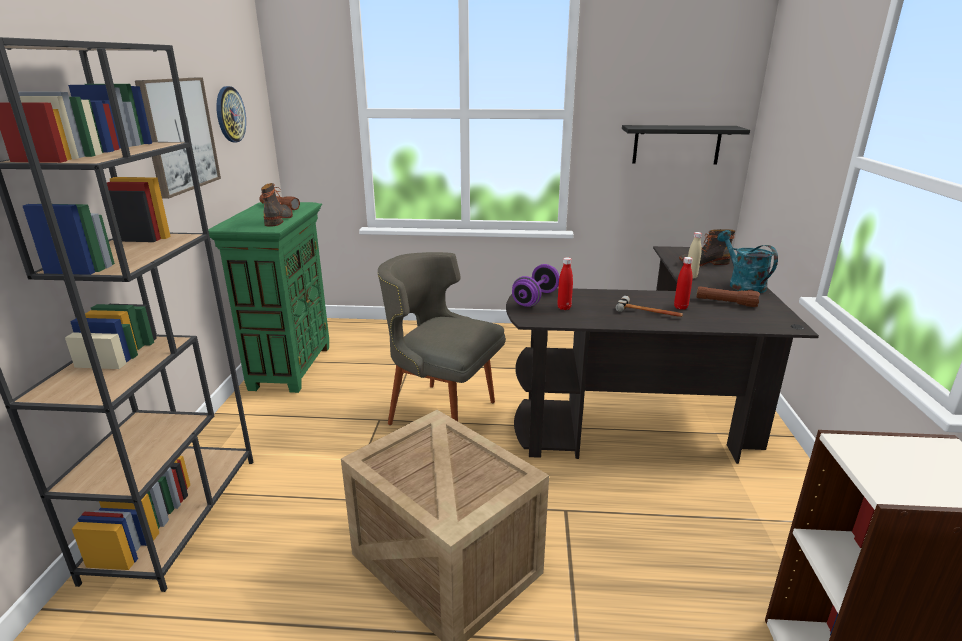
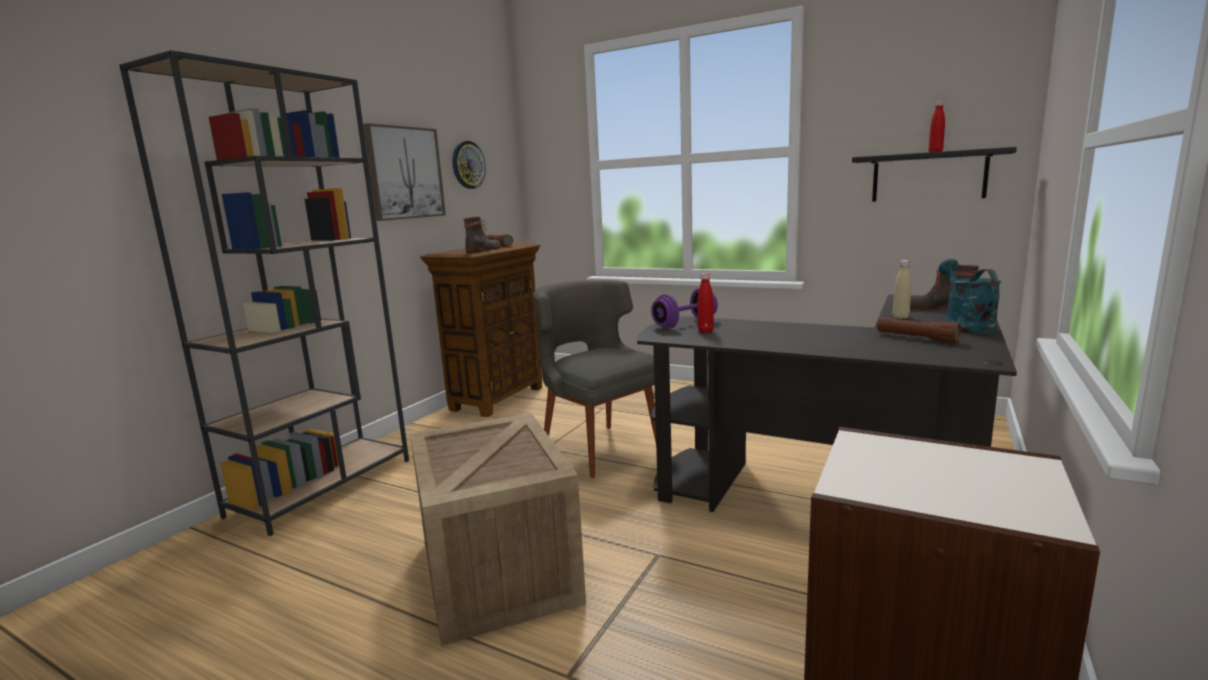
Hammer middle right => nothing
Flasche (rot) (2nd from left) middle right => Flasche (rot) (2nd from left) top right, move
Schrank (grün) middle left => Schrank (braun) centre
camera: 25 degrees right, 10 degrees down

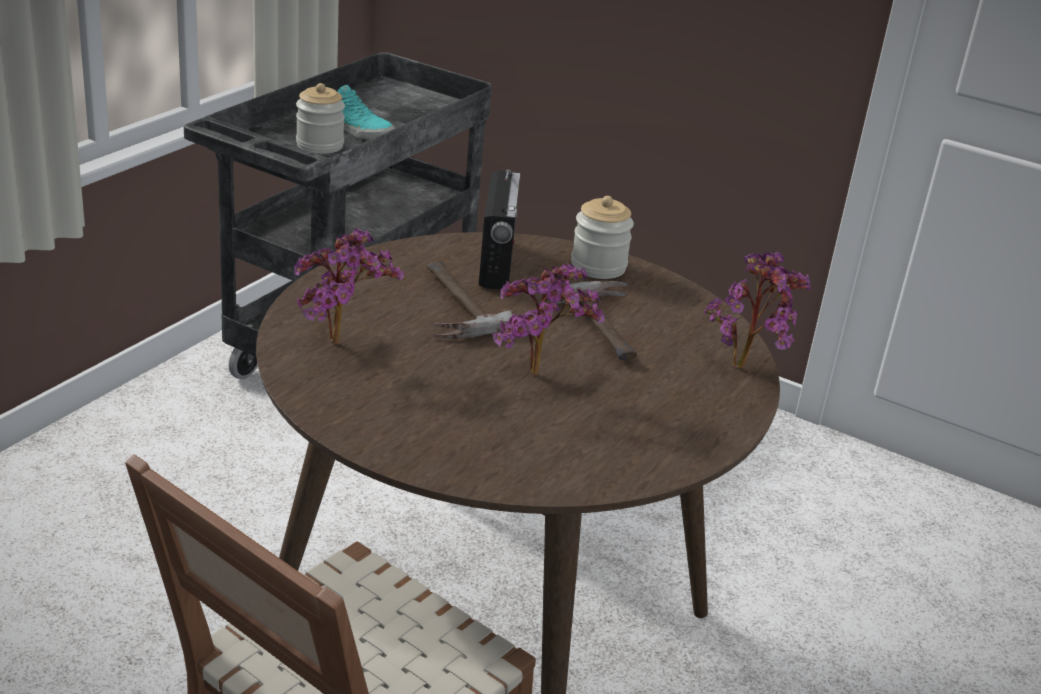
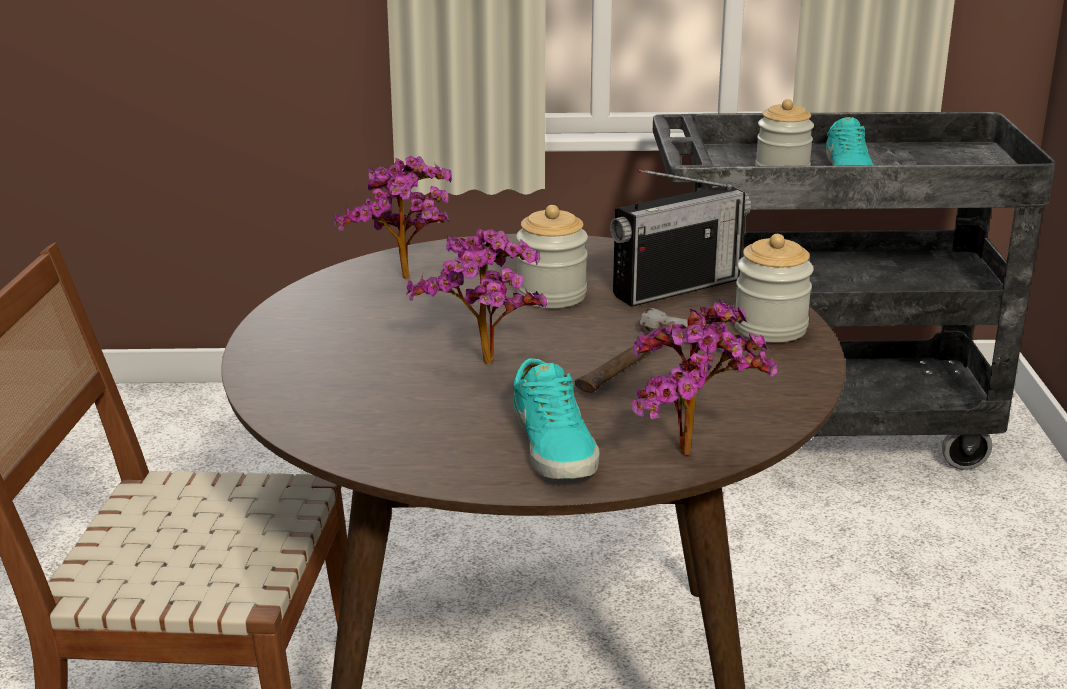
nothing => Schuh (türkis) (1st from left) centre
Hammer (1st from left) centre => Vorratsglas (1st from left) centre
camera: 60 degrees right, 5 degrees down

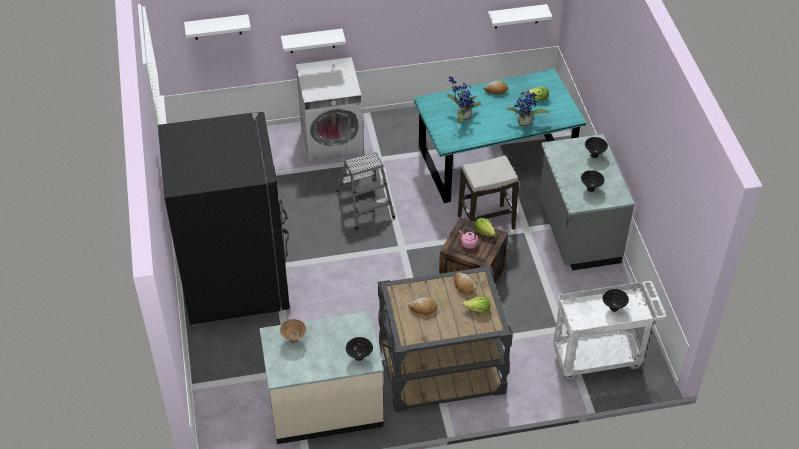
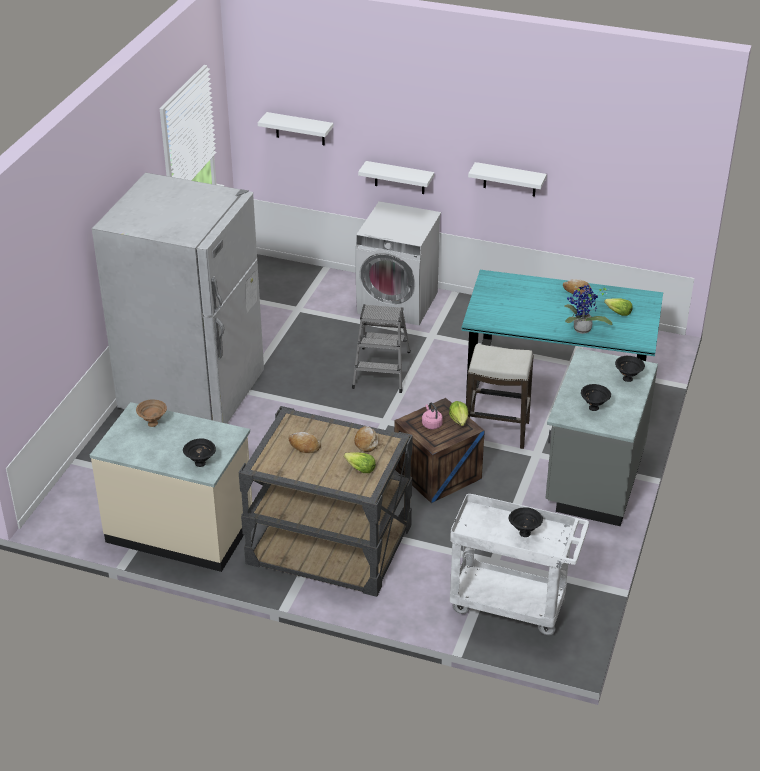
Topfpflanze (1st from left) top centre => nothing
Wandregal (weiß) (3rd from left) top centre => Wandregal (weiß) (3rd from left) top right, move
Kühlschrank (schwarz) middle left => Kühlschrank (weiß) middle left
camera: 30 degrees right, 10 degrees down

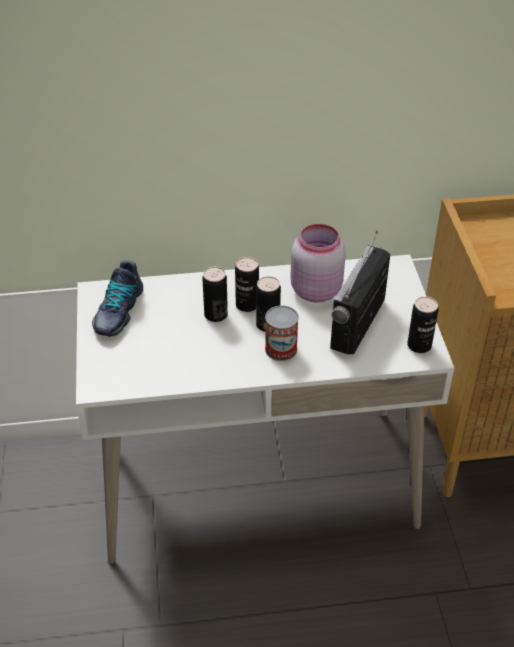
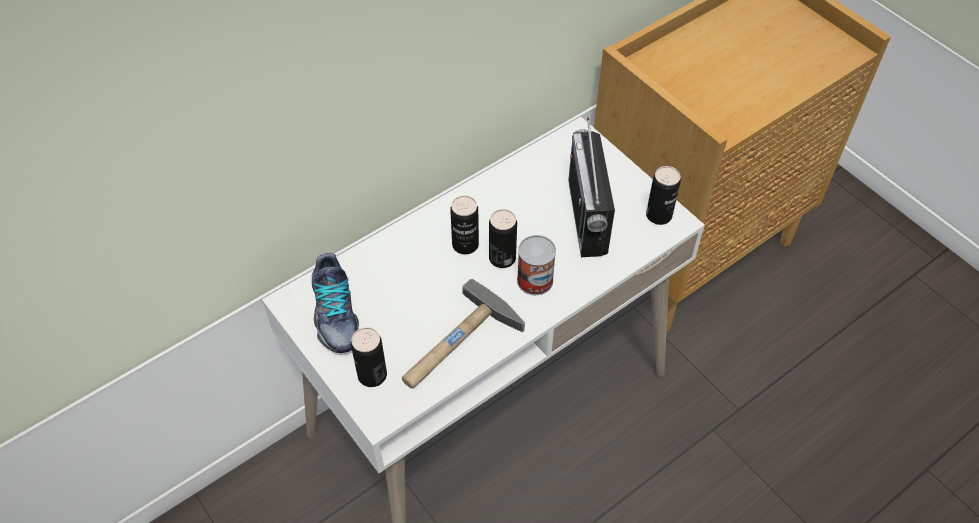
Vorratsglas (rosa) centre => nothing
nothing => Hammer centre
Dose (1st from left) centre => Dose (1st from left) bottom centre, move
camera: 30 degrees left, 10 degrees up

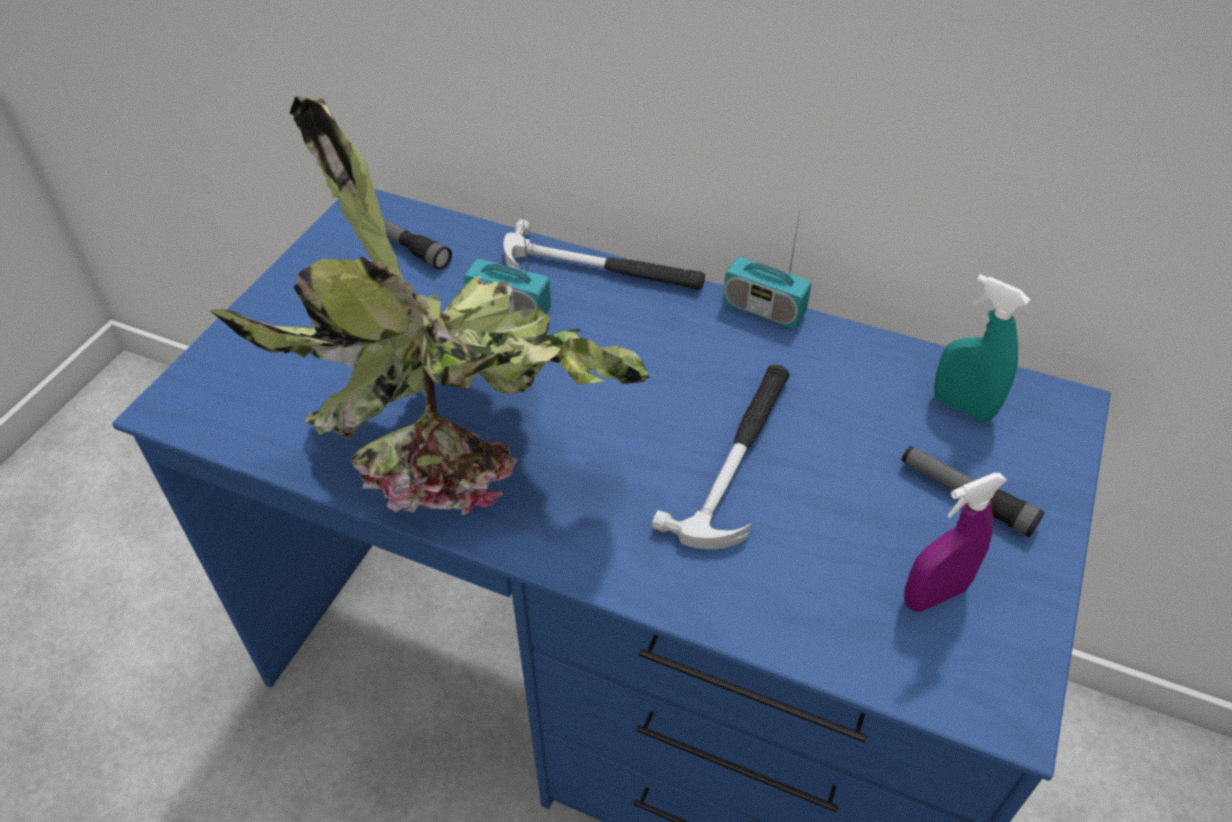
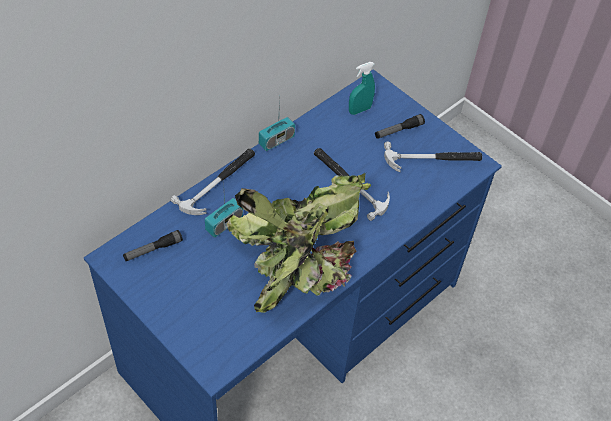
Sprühflasche (lila) middle right => Hammer (3rd from left) middle right
camera: 70 degrees left, 5 degrees up

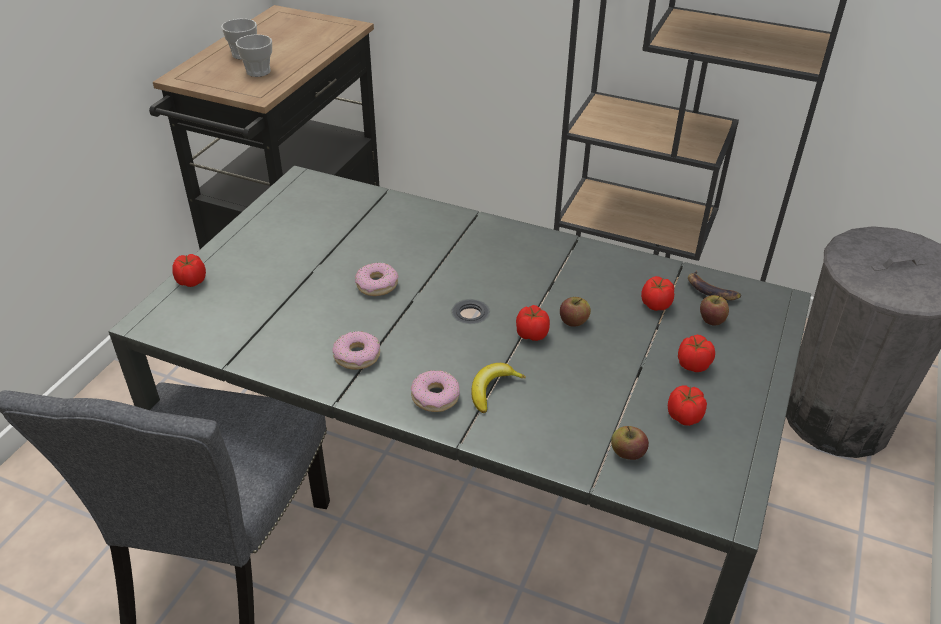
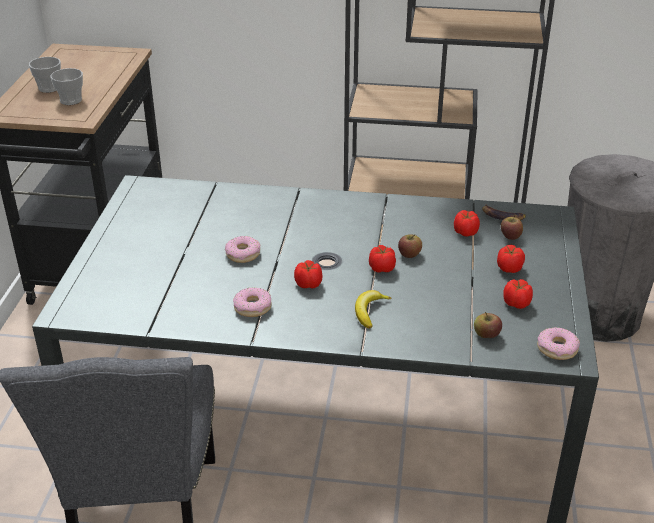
Tomate (1st from left) middle left => Tomate (1st from left) centre, move
Donut (3rd from left) centre => Donut (3rd from left) middle right, move
camera: 15 degrees left, 5 degrees down

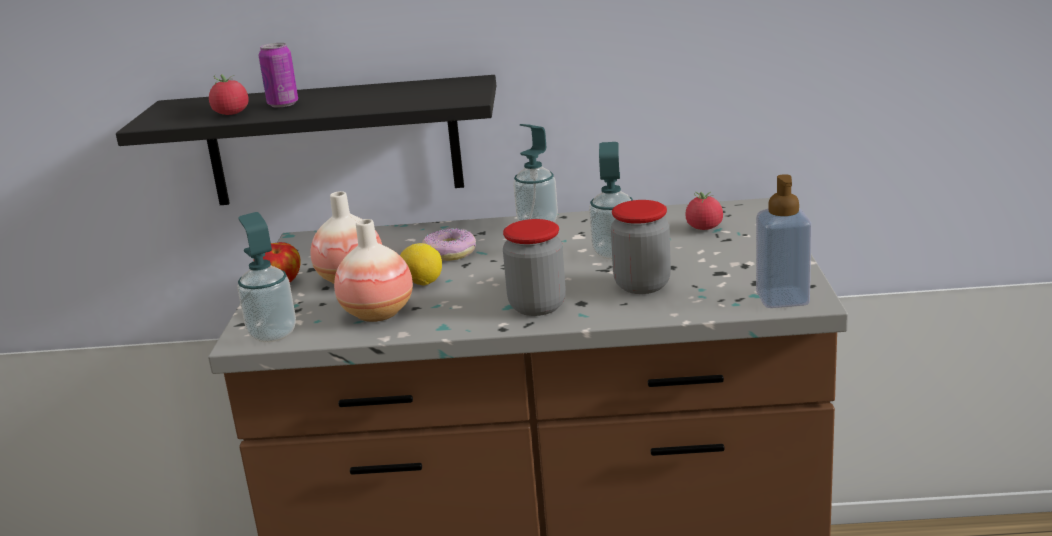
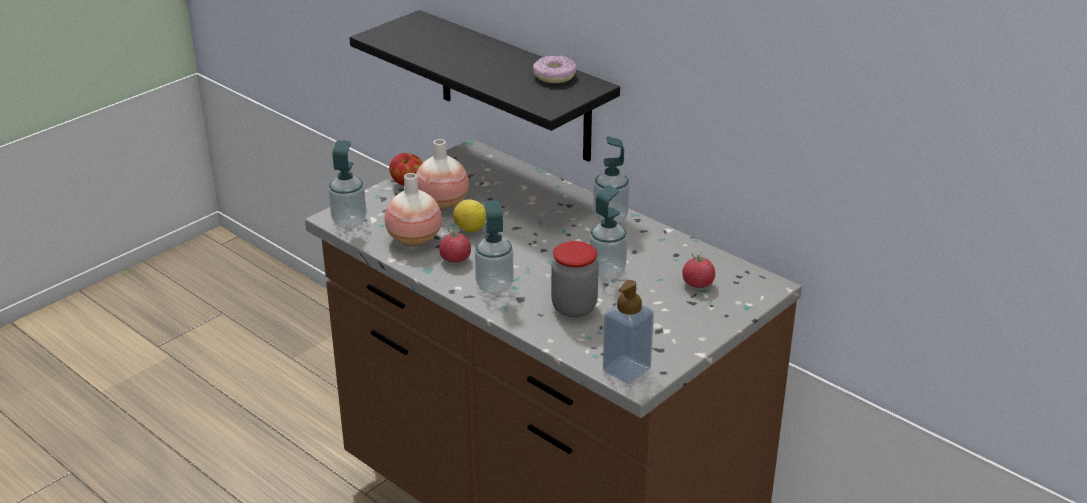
Dose top left => nothing
Tomate (1st from left) top left => Tomate (1st from left) centre, move
Donut centre => Donut top centre, move
Vorratsglas (1st from left) centre => Seifenspender (2nd from left) centre
camera: 40 degrees right, 10 degrees up

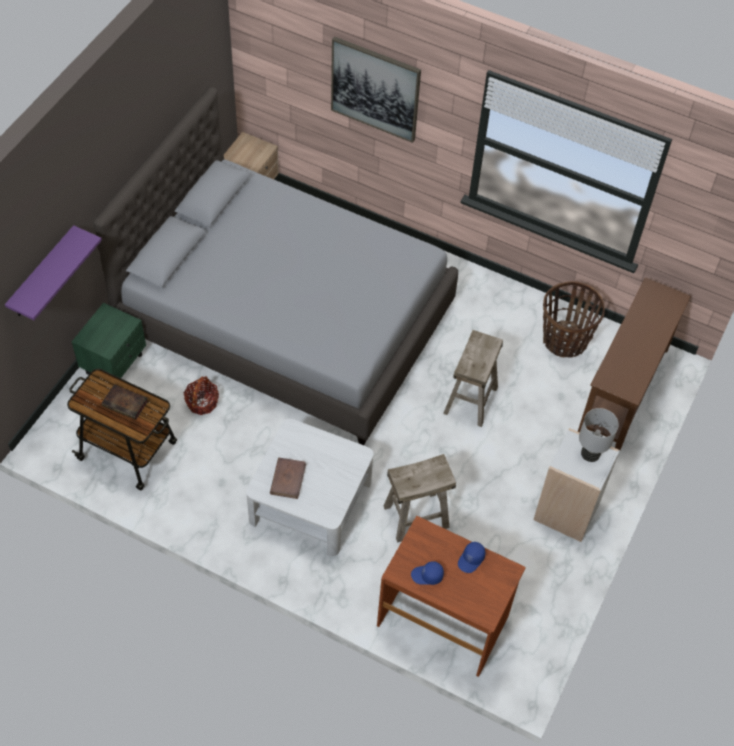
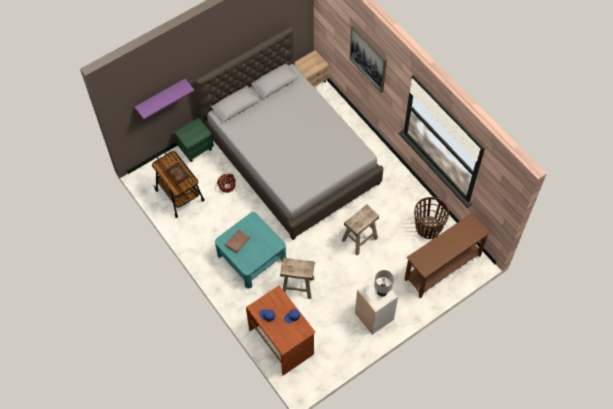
Couchtisch (weiß) centre => Couchtisch (türkis) centre
camera: 30 degrees right, 5 degrees up

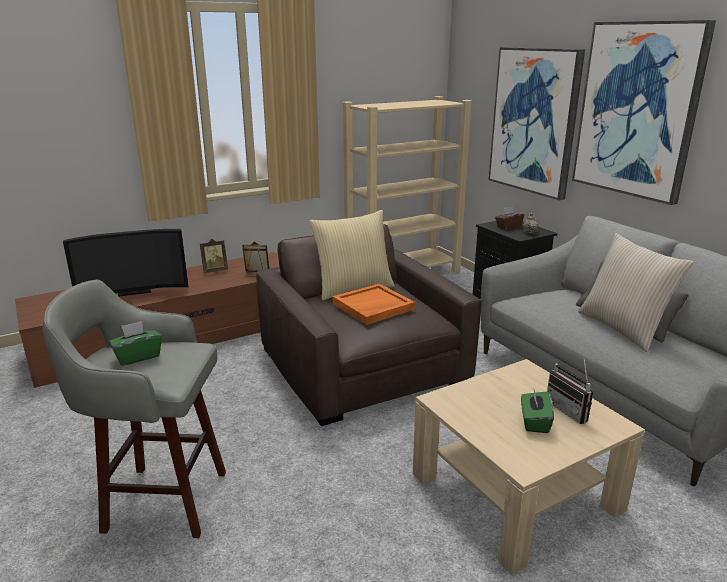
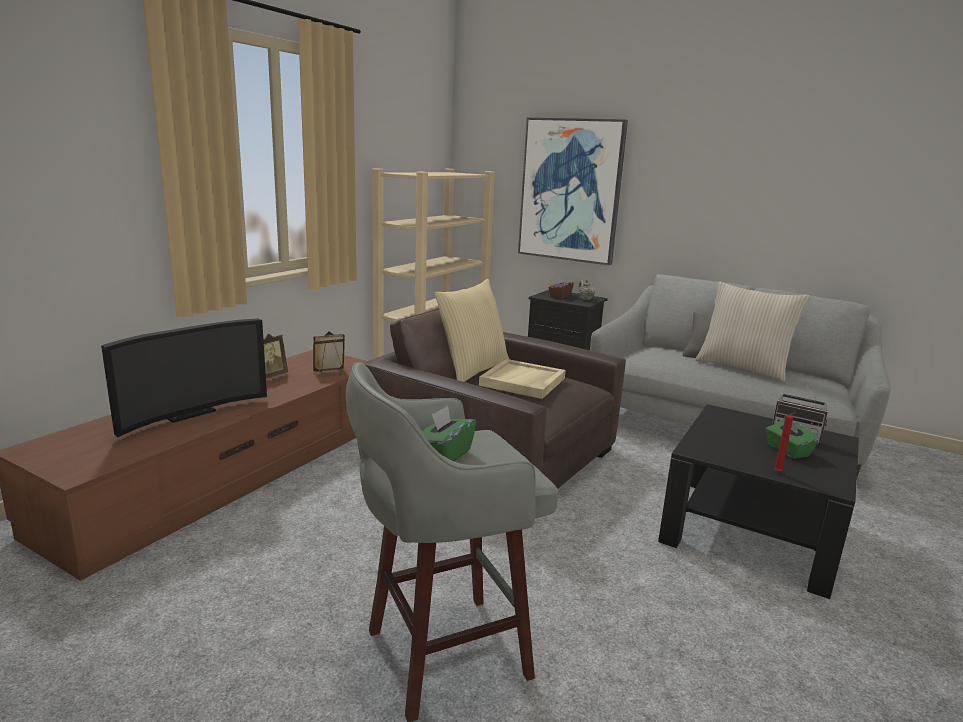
Bild (2nd from left) top right => nothing
nothing => Kerze (rot) middle right
Tablett (orange) centre => Tablett (beige) centre
Couchtisch (beige) bottom right => Couchtisch (schwarz) bottom right
camera: 30 degrees left, 5 degrees down

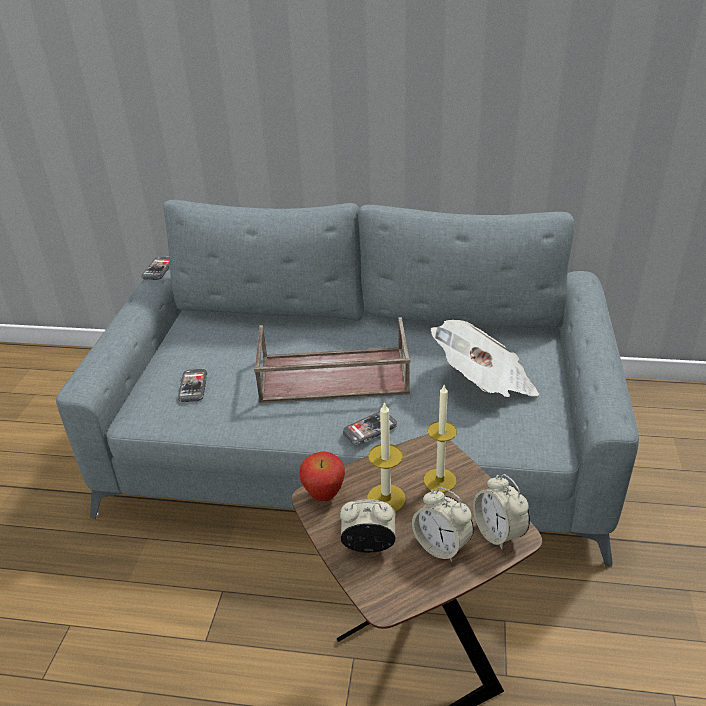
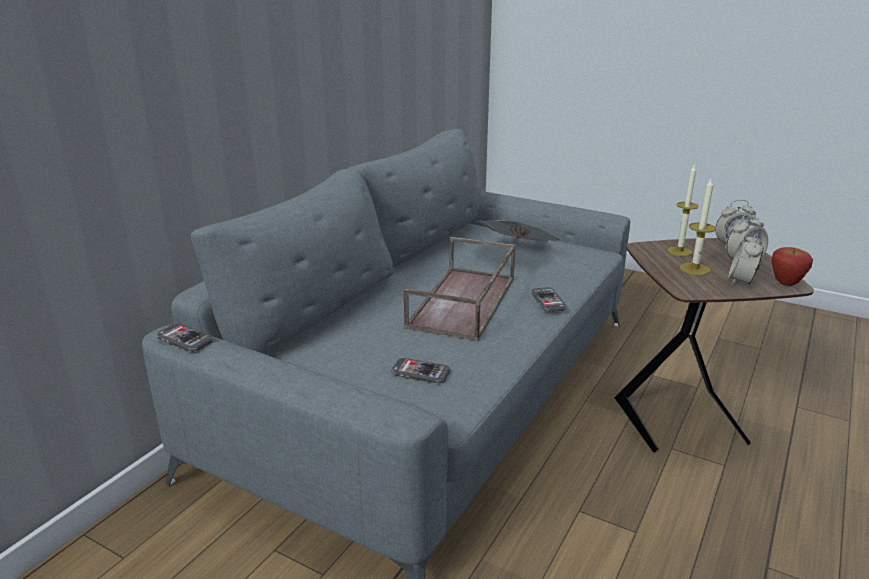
Apfel bottom centre => Apfel middle right, move
camera: 70 degrees left, 10 degrees down

